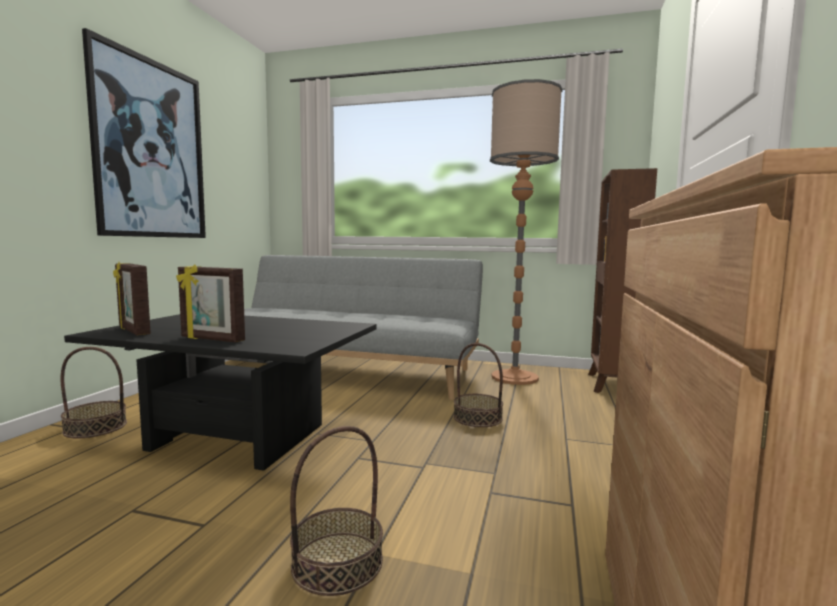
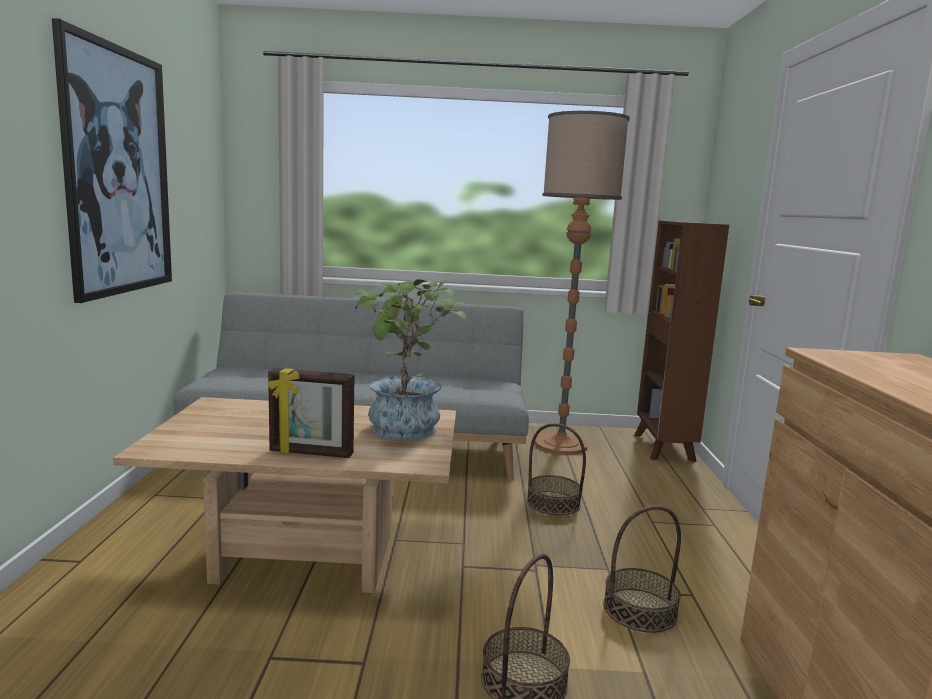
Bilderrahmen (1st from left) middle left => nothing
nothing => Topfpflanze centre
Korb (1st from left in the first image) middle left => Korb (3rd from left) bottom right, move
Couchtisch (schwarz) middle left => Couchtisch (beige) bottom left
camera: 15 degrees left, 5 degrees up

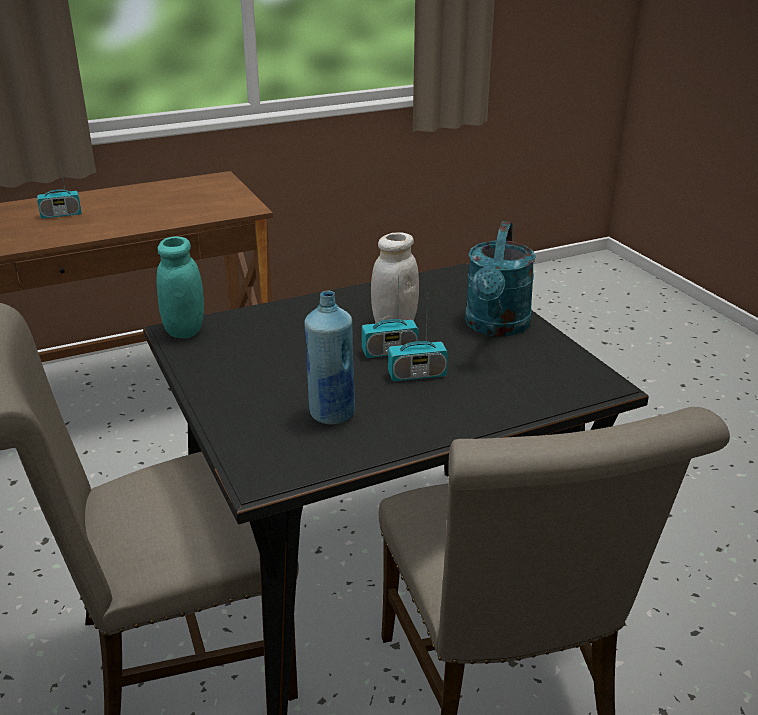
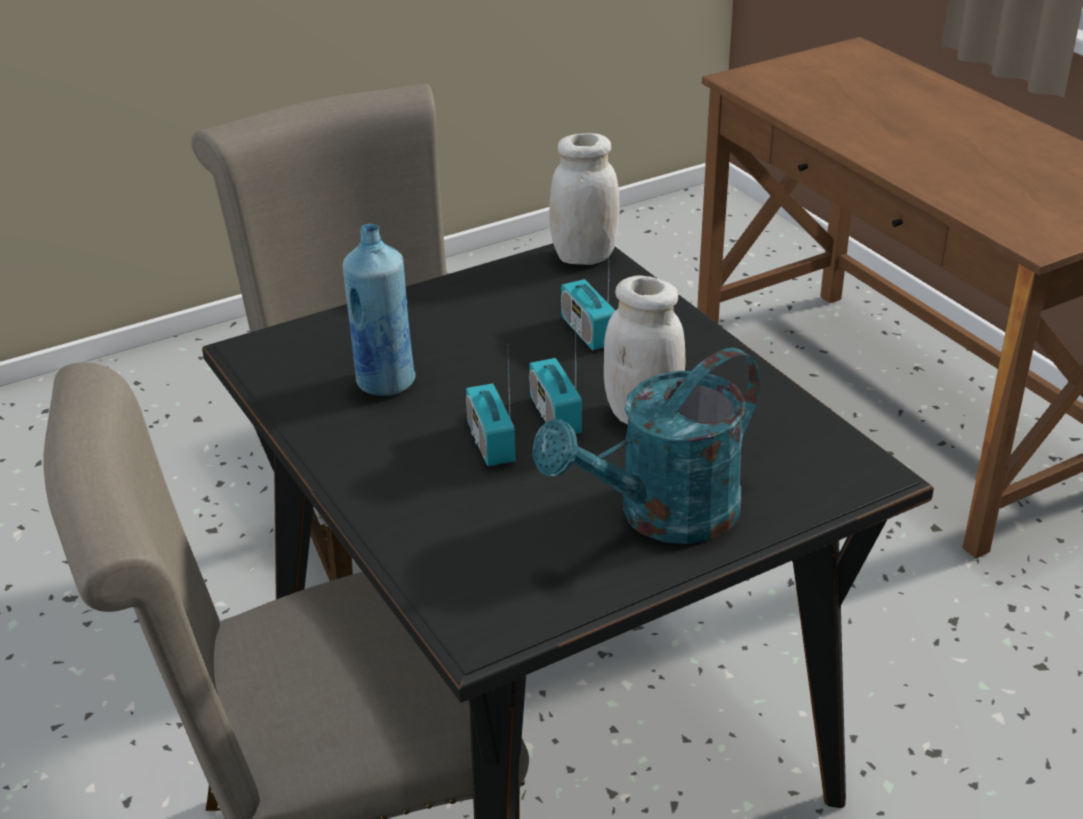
Radio (1st from left in the first image) top left => Radio (3rd from left) centre, move
Vorratsglas (türkis) middle left => Vorratsglas (weiß) (1st from left) top centre
Gießkanne (türkis) centre, 45 degrees counterclockwise
camera: 85 degrees right, 5 degrees up

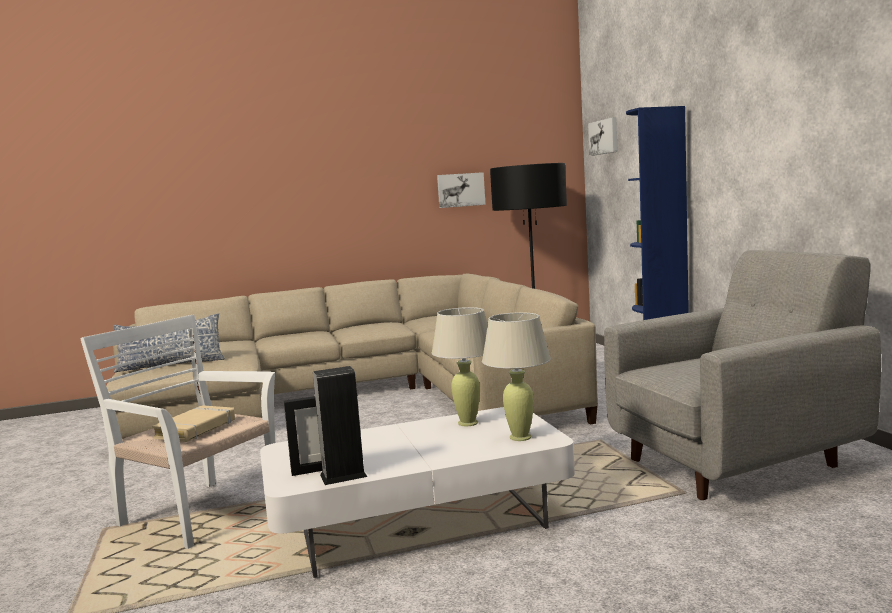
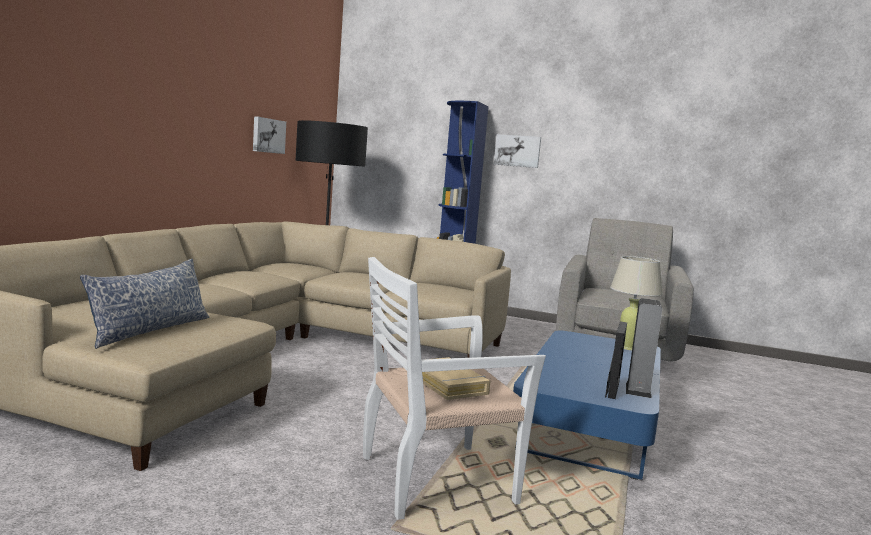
Tischlampe (beige) (1st from left) centre => nothing
Bild (2nd from left) top right => Bild (2nd from left) top centre, move
Couchtisch (weiß) bottom centre => Couchtisch (blau) bottom right
camera: 55 degrees left, 0 degrees up

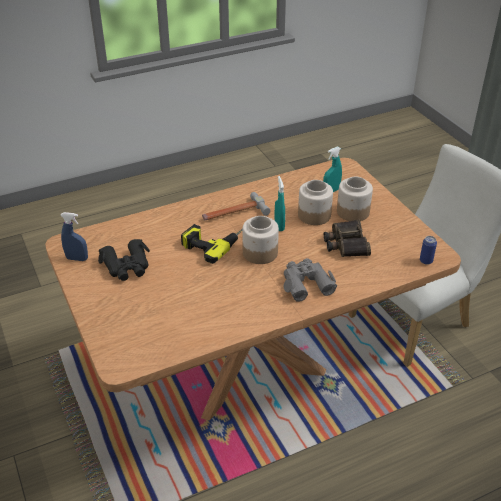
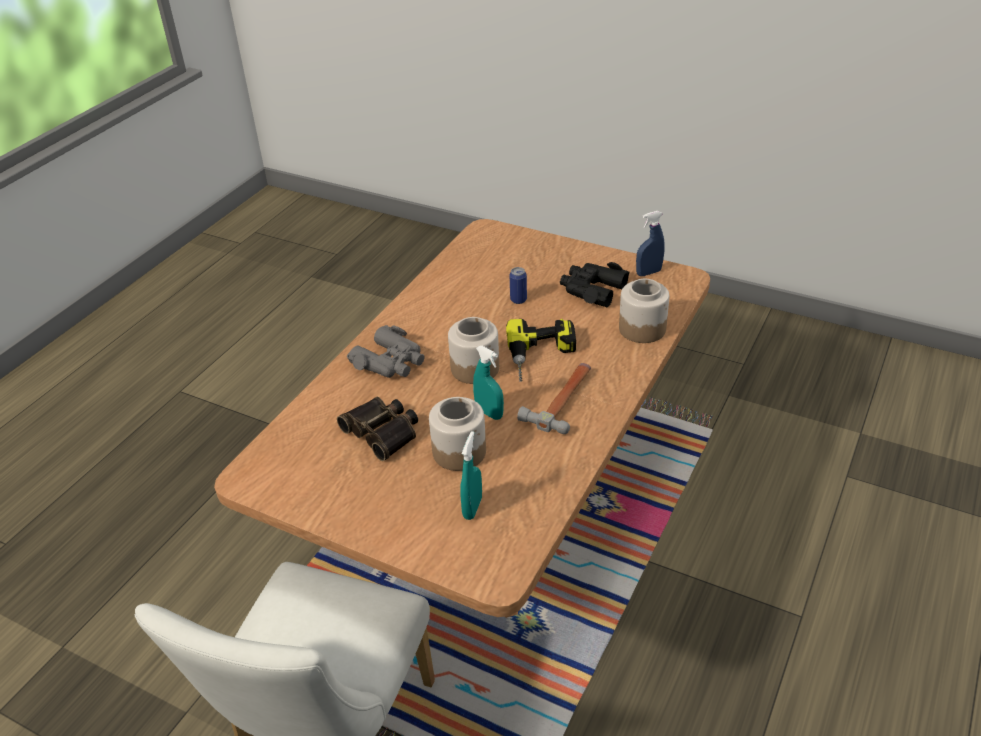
Vorratsglas (3rd from left) middle right => Vorratsglas (3rd from left) centre, move
Dose middle right => Dose centre, move
camera: 145 degrees right, 0 degrees up

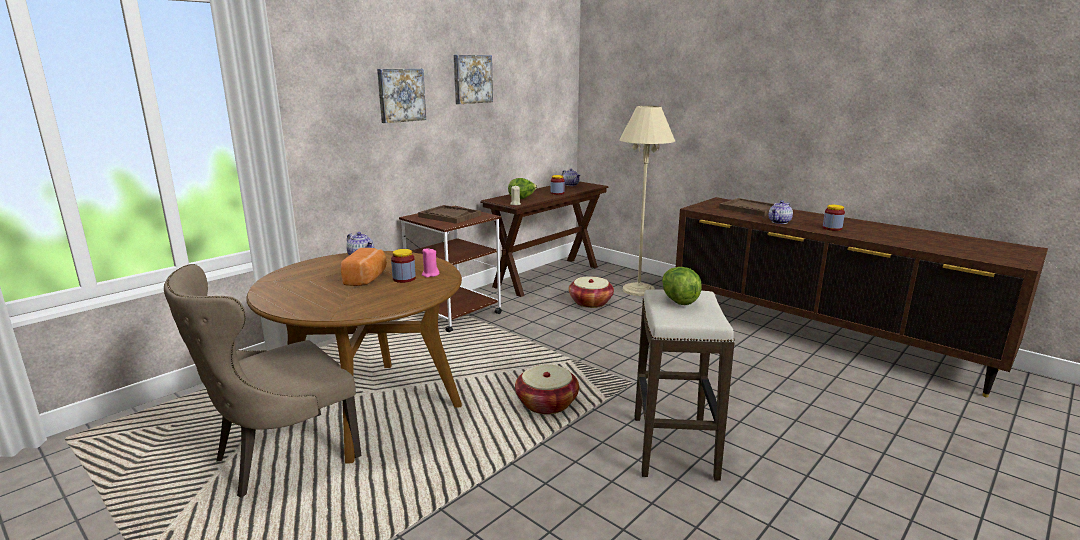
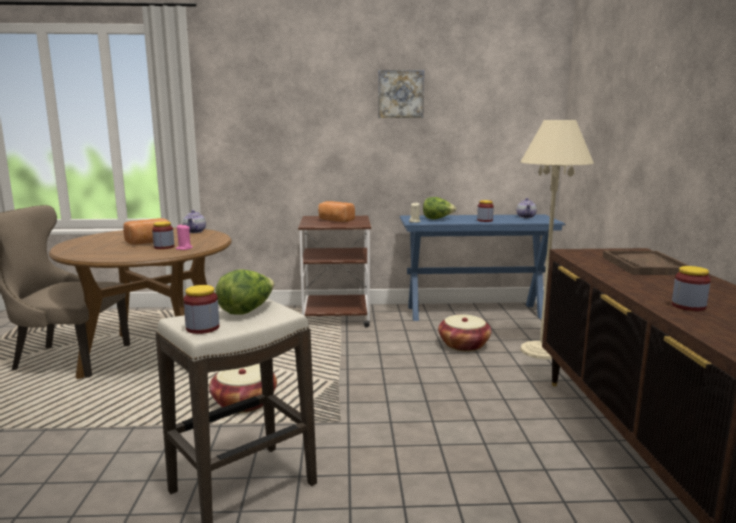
Bild (1st from left) top centre => nothing
Teekanne (3rd from left) middle right => nothing
nothing => Vorratsglas (2nd from left) middle left
Tablett (braun) (1st from left) centre => Brot (2nd from left) centre
Konsolentisch (braun) centre => Konsolentisch (blau) centre
camera: 45 degrees right, 5 degrees down

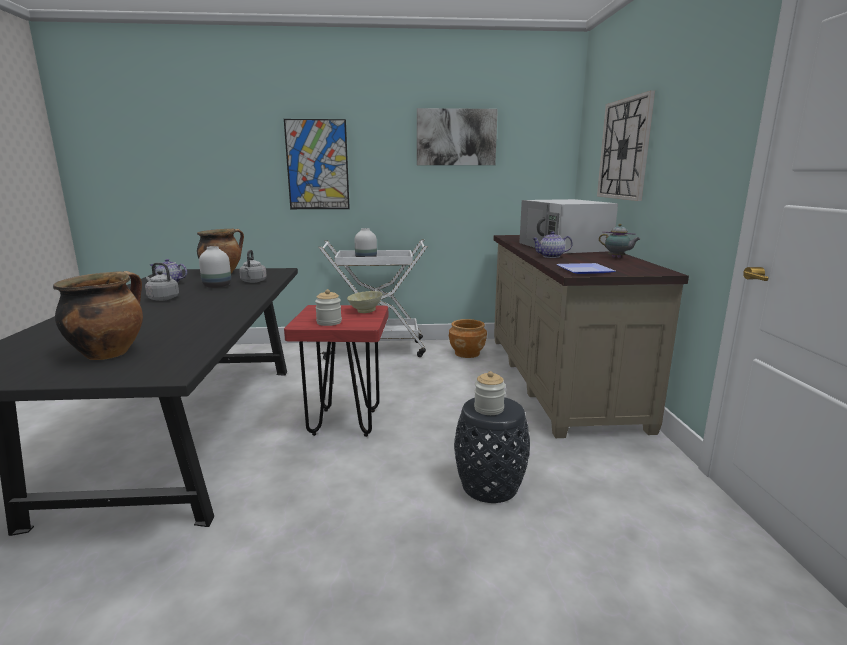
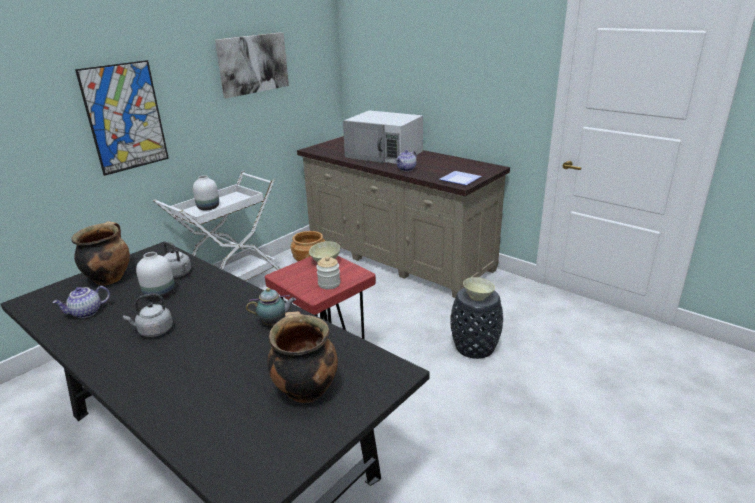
Wanduhr top right => nothing
Teekanne (3rd from left in the first image) middle right => Teekanne (2nd from left) centre, move
Vorratsglas (2nd from left) centre => Schüssel (beige) (2nd from left) centre
camera: 45 degrees left, 10 degrees up

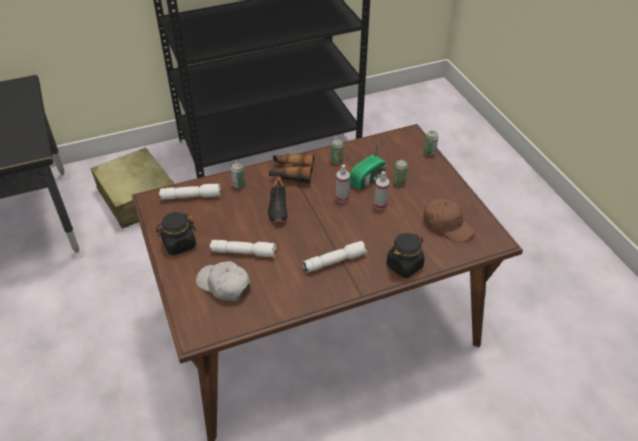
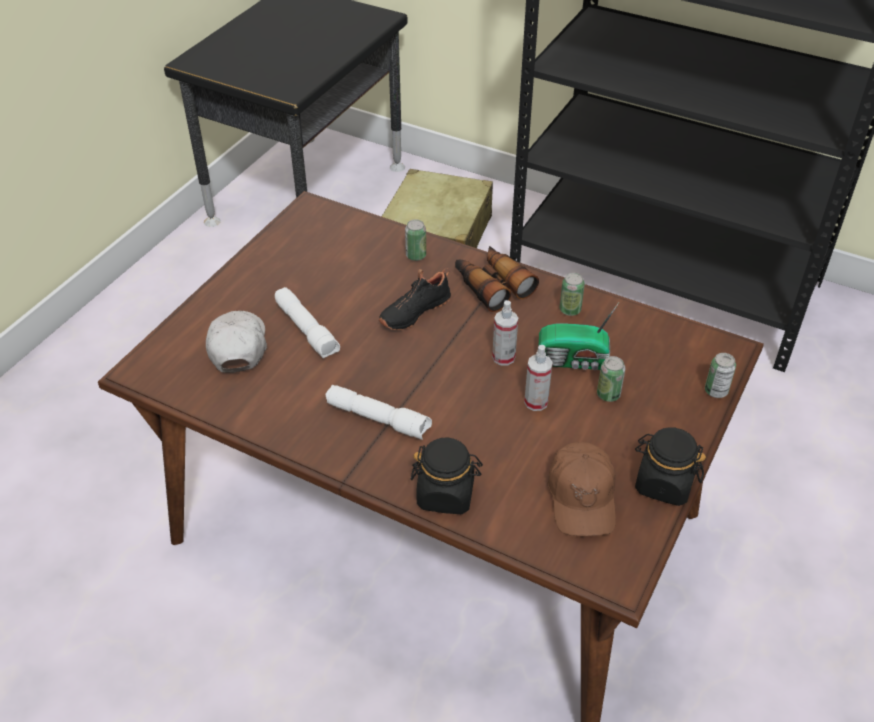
Taschenlampe (weiß) (1st from left) middle left => nothing
Vorratsglas (schwarz) (1st from left in the first image) middle left => Vorratsglas (schwarz) (2nd from left) middle right, move
camera: 50 degrees right, 0 degrees up

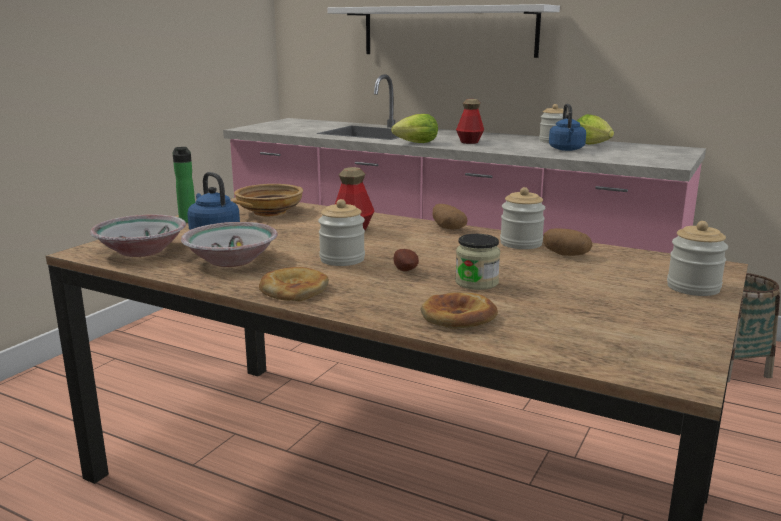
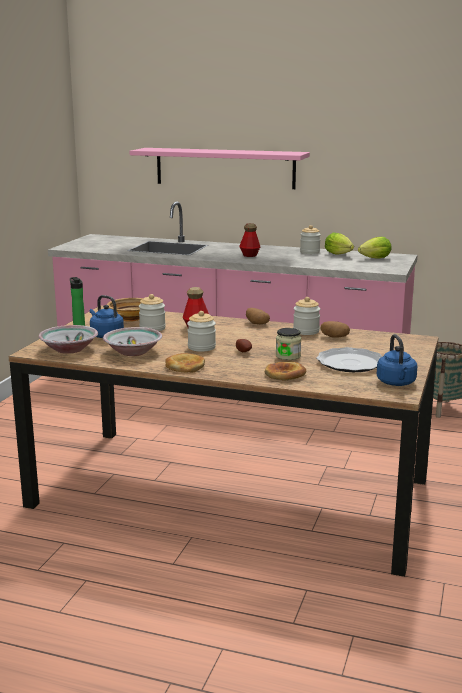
nothing => Teller middle right
Salatkopf (1st from left in the first image) top centre => Salatkopf (2nd from left) middle right, move
Wasserkessel (blau) (2nd from left) top right => Wasserkessel (blau) (2nd from left) middle right, move
Vorratsglas (5th from left in the first image) middle right => Vorratsglas (1st from left) middle left, move
Wandregal (weiß) top centre => Wandregal (rosa) top centre
camera: 10 degrees left, 0 degrees up

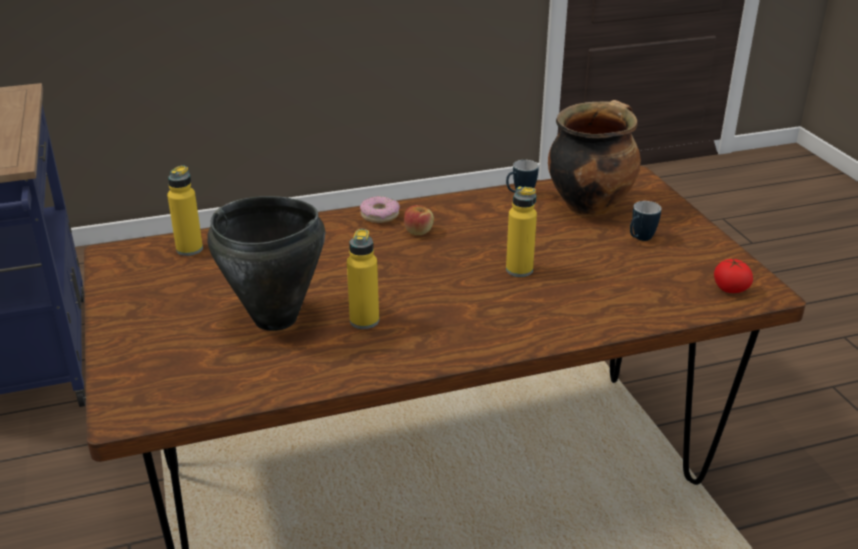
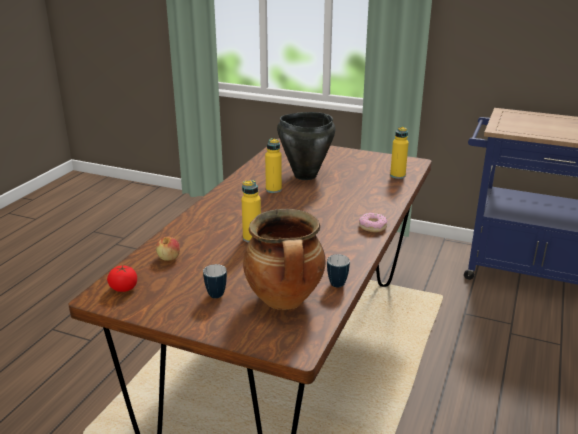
Apfel centre => Apfel middle left, move
camera: 130 degrees right, 5 degrees down

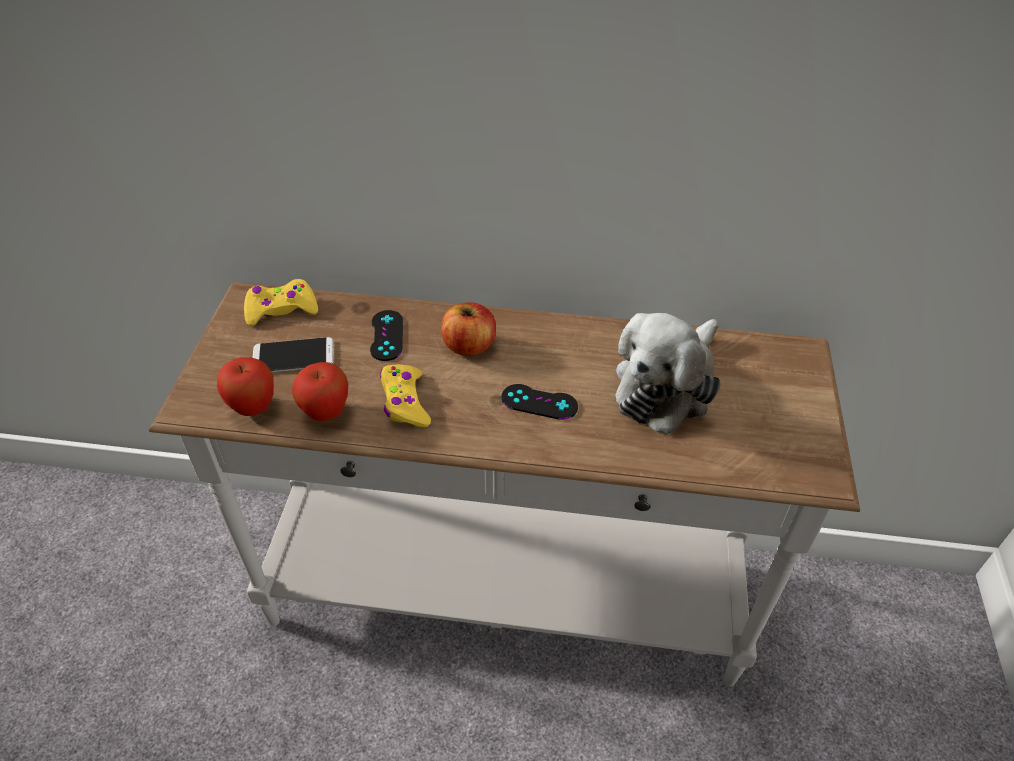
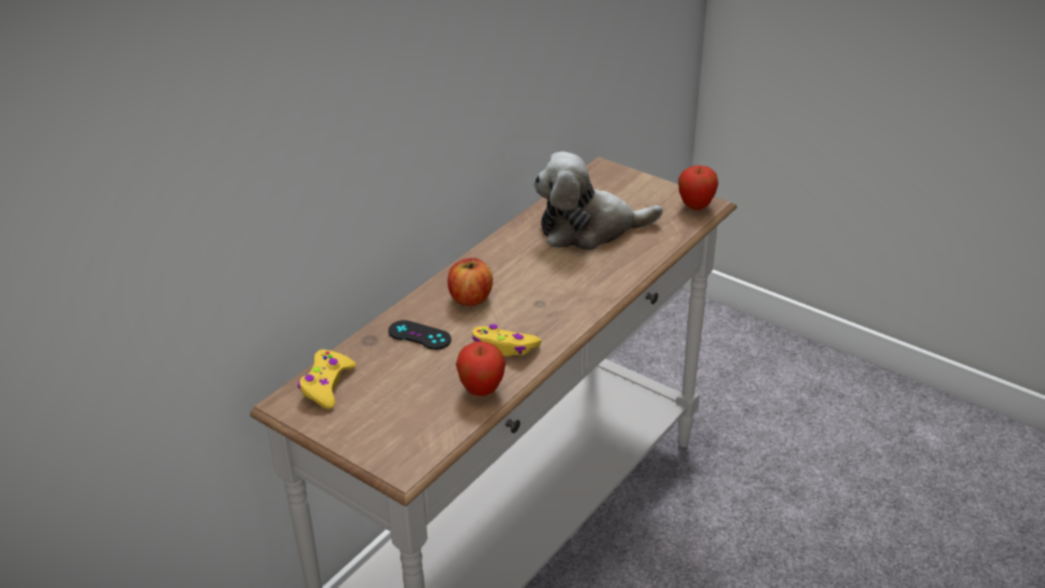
Handy middle left => nothing
Gamepad (schwarz) (2nd from left) centre => nothing
Apfel (1st from left in the first image) middle left => Apfel (3rd from left) top right, move
Plüschtier centre, 105 degrees clockwise
camera: 60 degrees left, 10 degrees down

